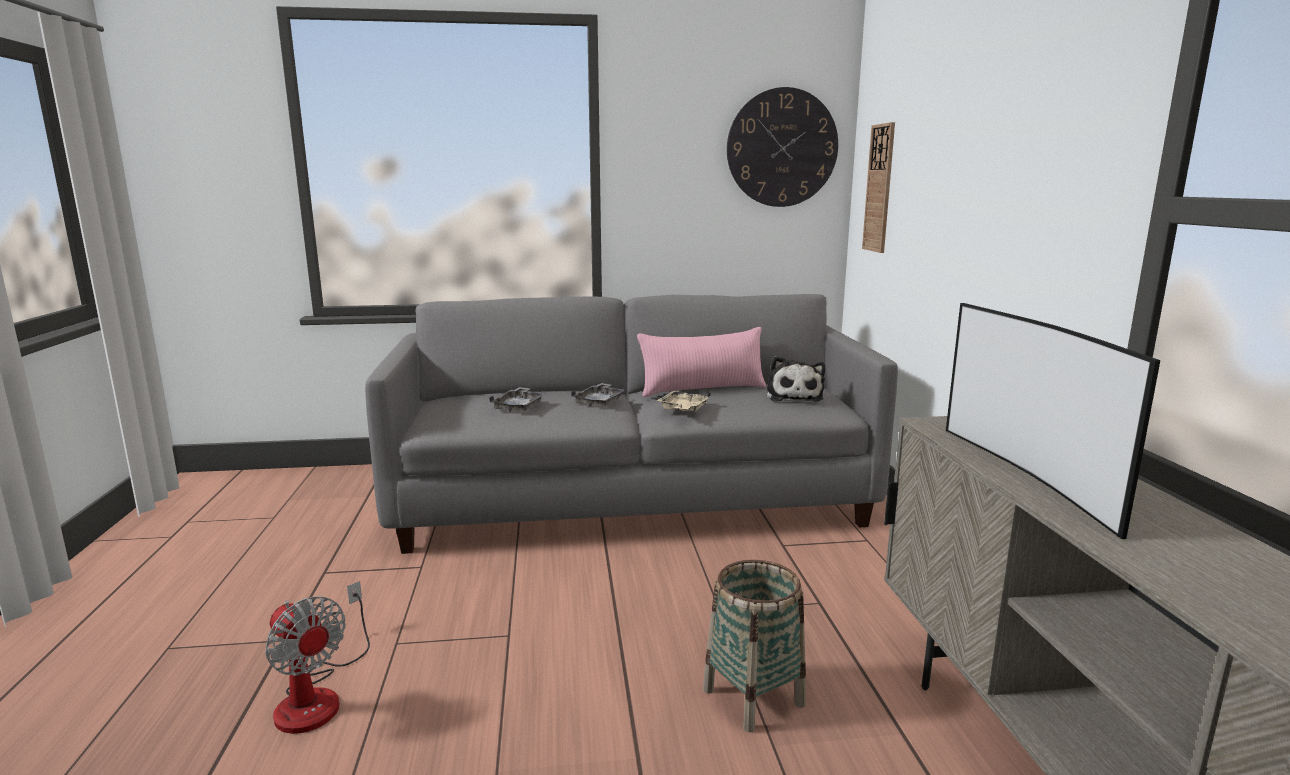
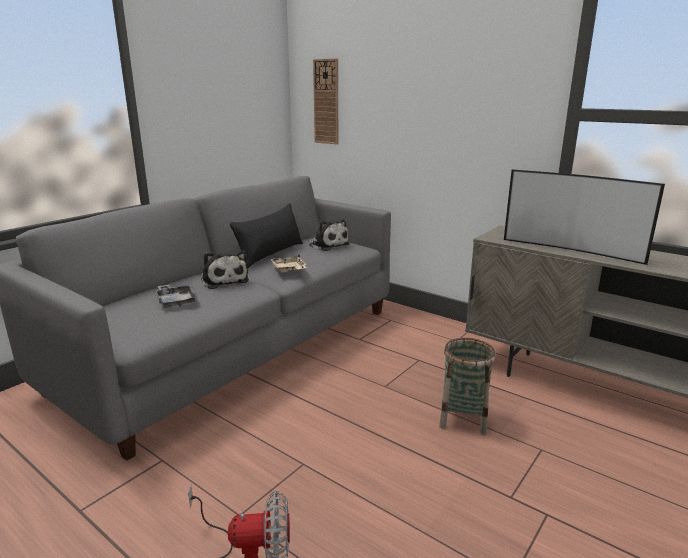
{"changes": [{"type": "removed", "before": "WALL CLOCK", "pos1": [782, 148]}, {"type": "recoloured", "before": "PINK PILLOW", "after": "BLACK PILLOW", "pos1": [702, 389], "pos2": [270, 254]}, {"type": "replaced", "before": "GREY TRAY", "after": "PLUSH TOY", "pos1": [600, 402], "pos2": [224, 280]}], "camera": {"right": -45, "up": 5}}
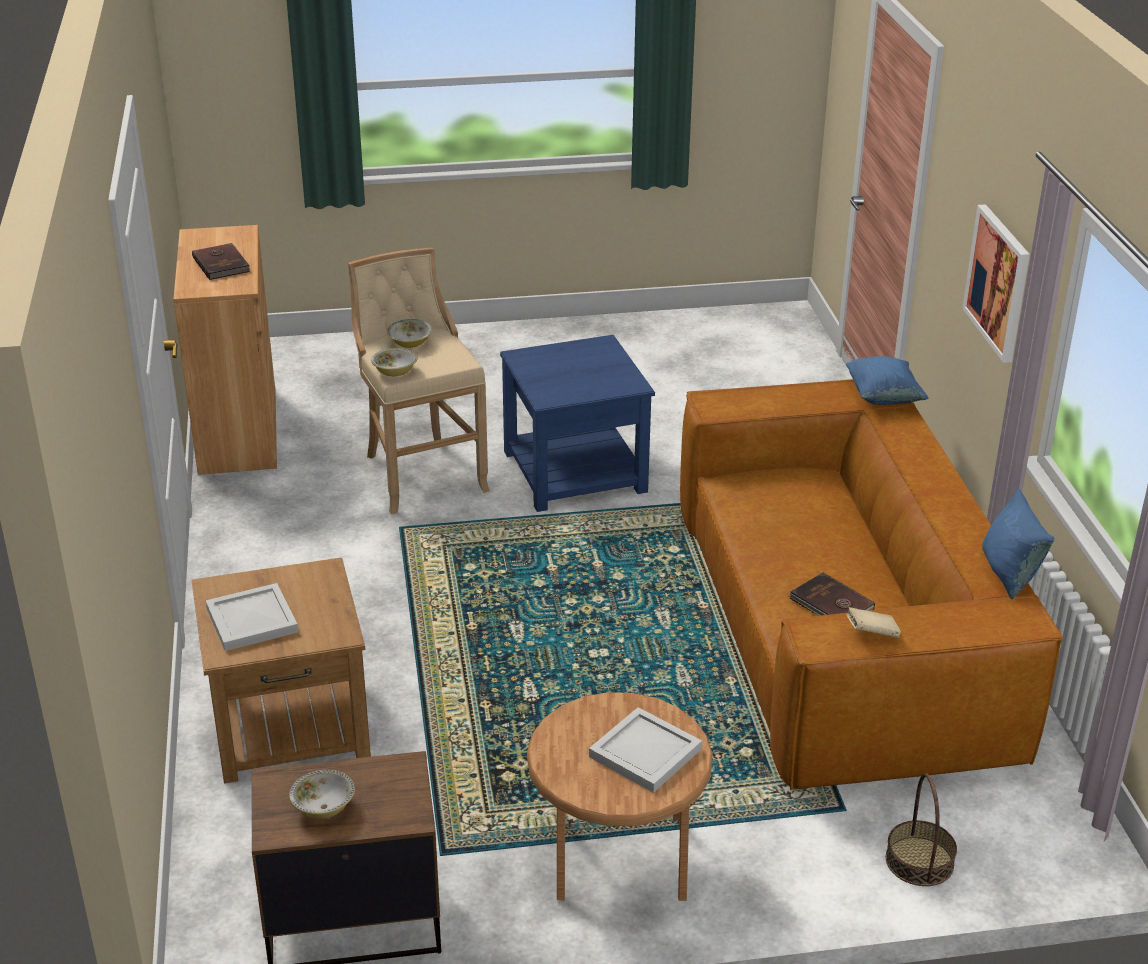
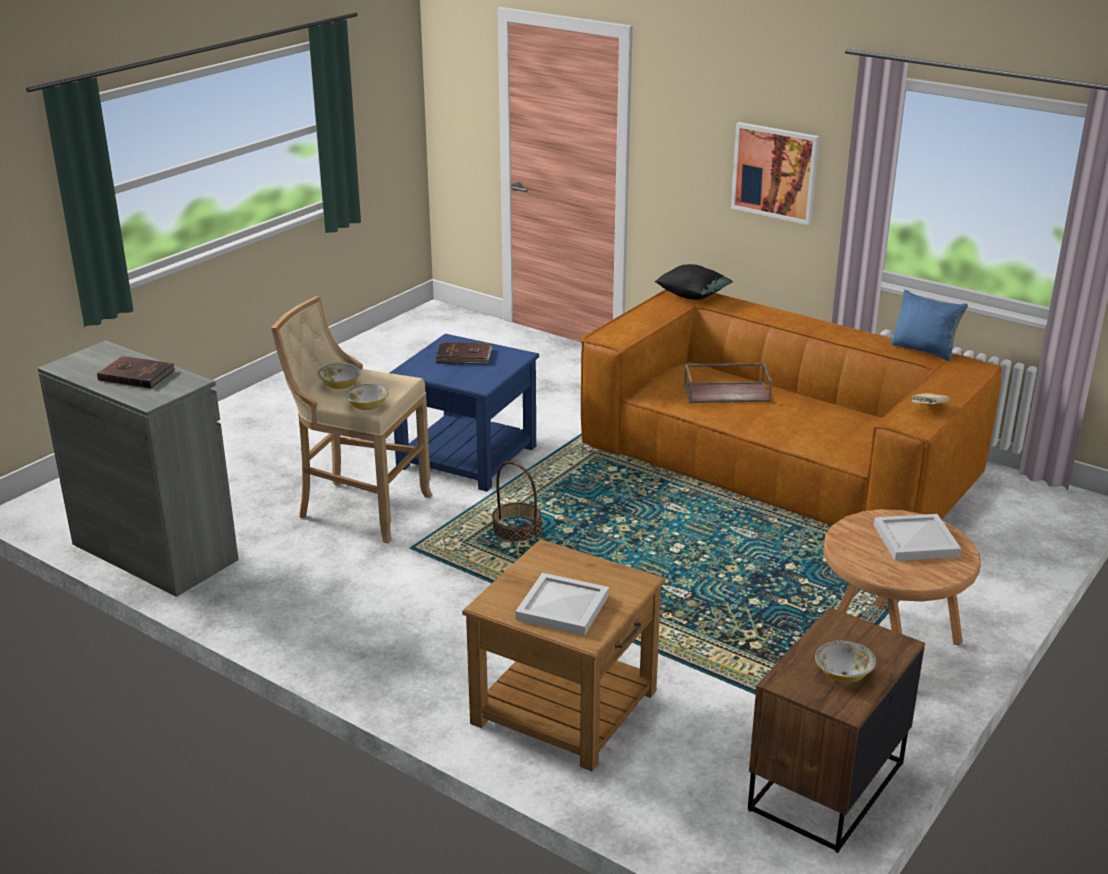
{"changes": [{"type": "recoloured", "before": "BROWN CABINET", "after": "GREY CABINET", "pos1": [238, 431], "pos2": [154, 552]}, {"type": "recoloured", "before": "BLUE PILLOW", "after": "BLACK PILLOW", "pos1": [883, 397], "pos2": [692, 295]}, {"type": "moved", "before": "BROWN BOOK", "pos1": [831, 605], "pos2": [464, 356]}, {"type": "moved", "before": "BASKET", "pos1": [919, 861], "pos2": [516, 529]}, {"type": "added", "after": "BROWN TRAY", "pos2": [727, 392]}], "camera": {"right": -45, "up": -5}}
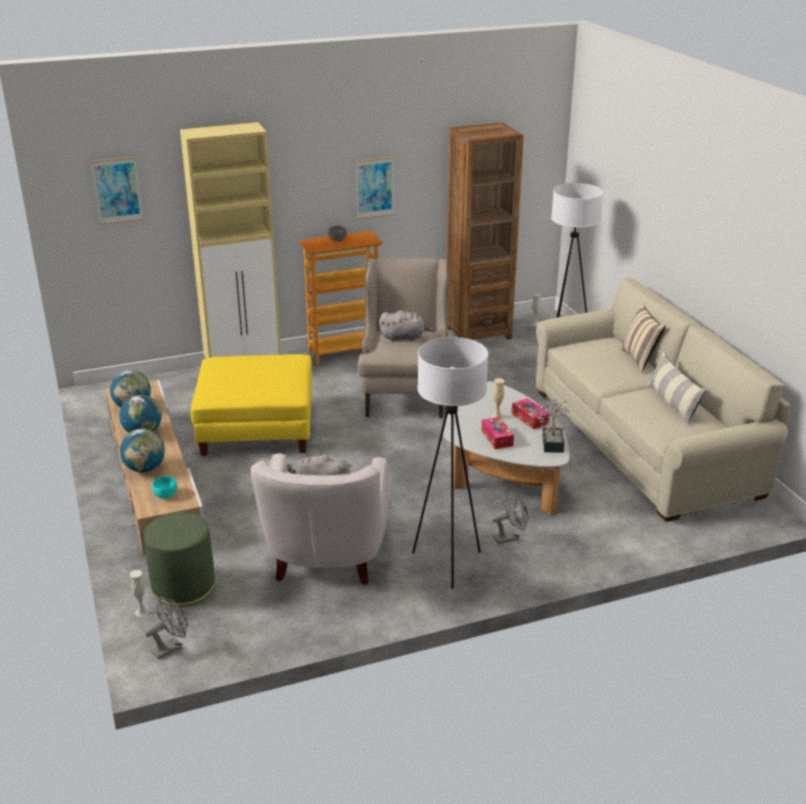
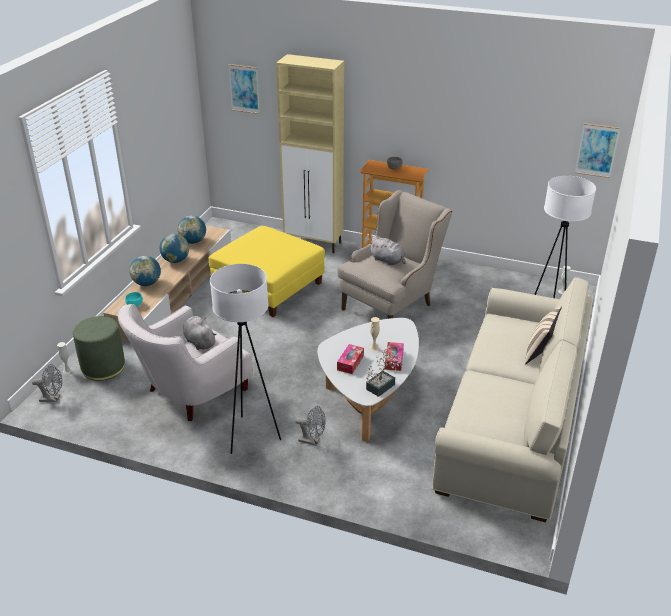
{"changes": [{"type": "removed", "before": "BROWN BOOKCASE", "pos1": [478, 333]}, {"type": "moved", "before": "PICTURE", "pos1": [374, 188], "pos2": [597, 150]}, {"type": "removed", "before": "PILLOW", "pos1": [672, 403]}], "camera": {"right": 40, "up": 5}}
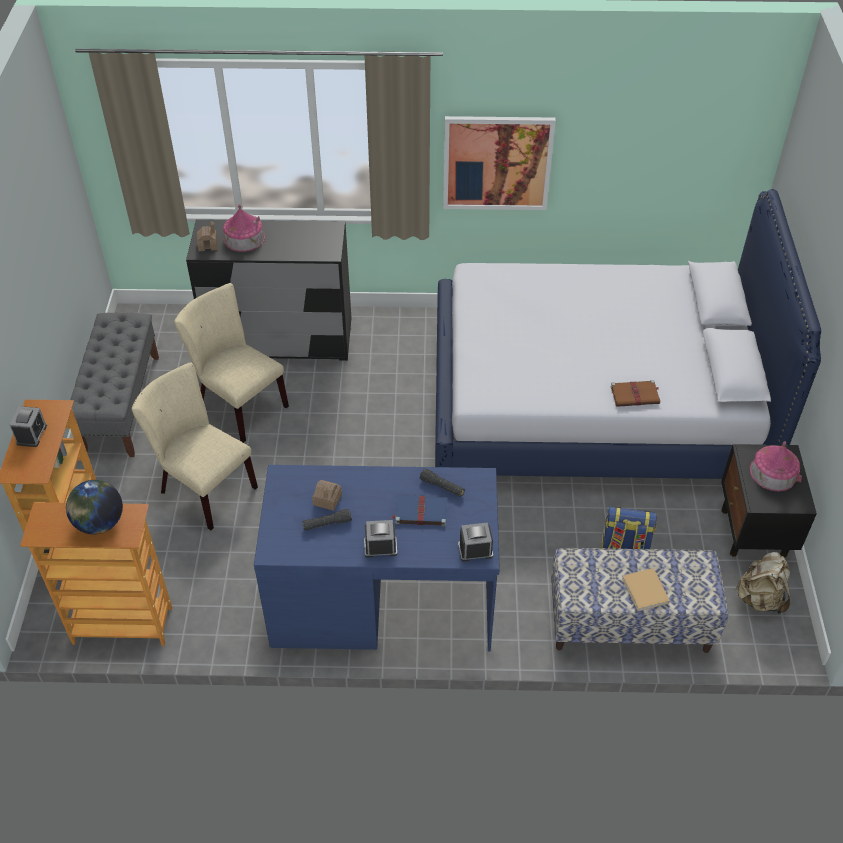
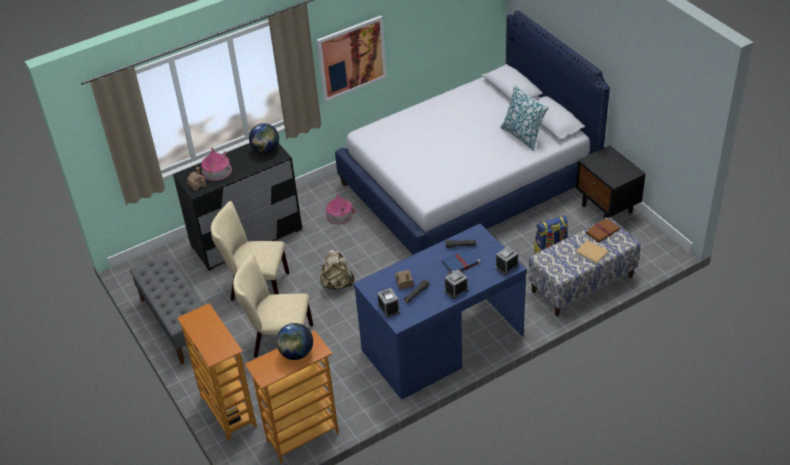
{"changes": [{"type": "moved", "before": "BROWN BOOK", "pos1": [635, 395], "pos2": [602, 231]}, {"type": "moved", "before": "ALARM CLOCK", "pos1": [31, 434], "pos2": [388, 308]}, {"type": "moved", "before": "TOY HOUSE", "pos1": [773, 472], "pos2": [339, 214]}, {"type": "moved", "before": "BEIGE BACKPACK", "pos1": [760, 598], "pos2": [337, 284]}, {"type": "added", "after": "PILLOW", "pos2": [523, 135]}, {"type": "added", "after": "GLOBE", "pos2": [266, 150]}], "camera": {"right": -30, "up": -5}}
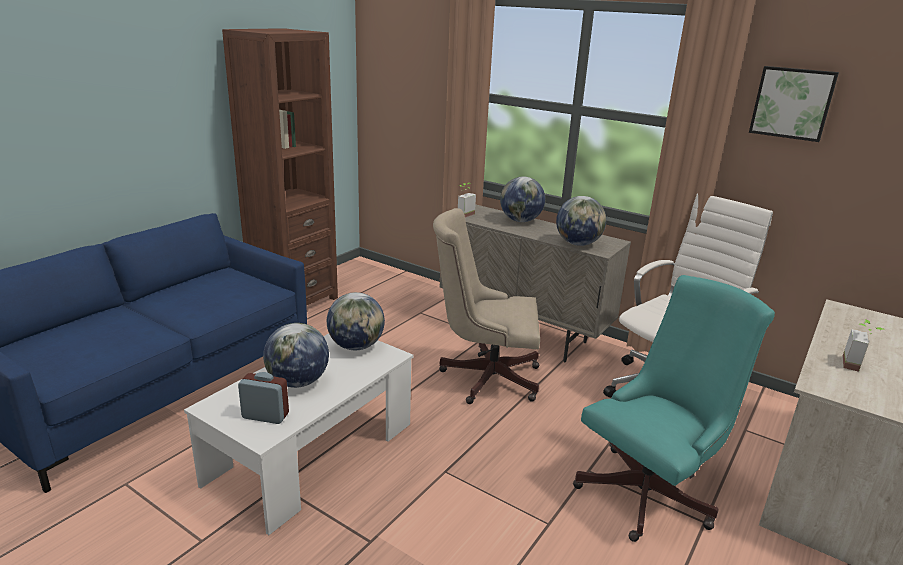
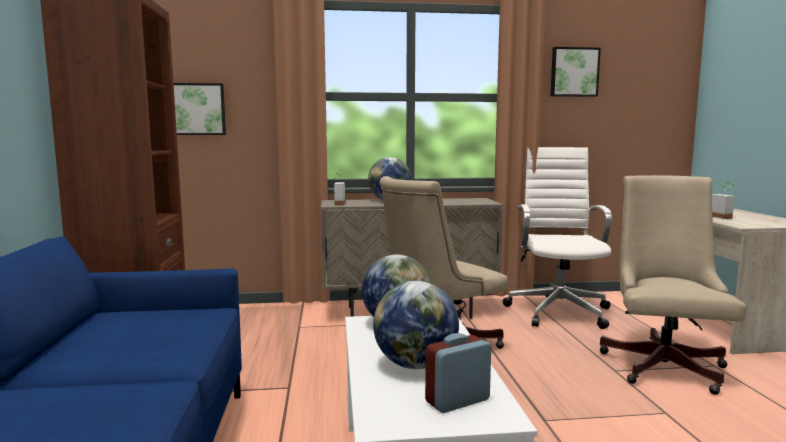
{"changes": [{"type": "removed", "before": "GLOBE", "pos1": [578, 244]}, {"type": "recoloured", "before": "TURQUOISE OFFICE CHAIR", "after": "BEIGE OFFICE CHAIR", "pos1": [651, 491], "pos2": [663, 364]}, {"type": "added", "after": "PICTURE", "pos2": [198, 109]}], "camera": {"right": -40, "up": -15}}
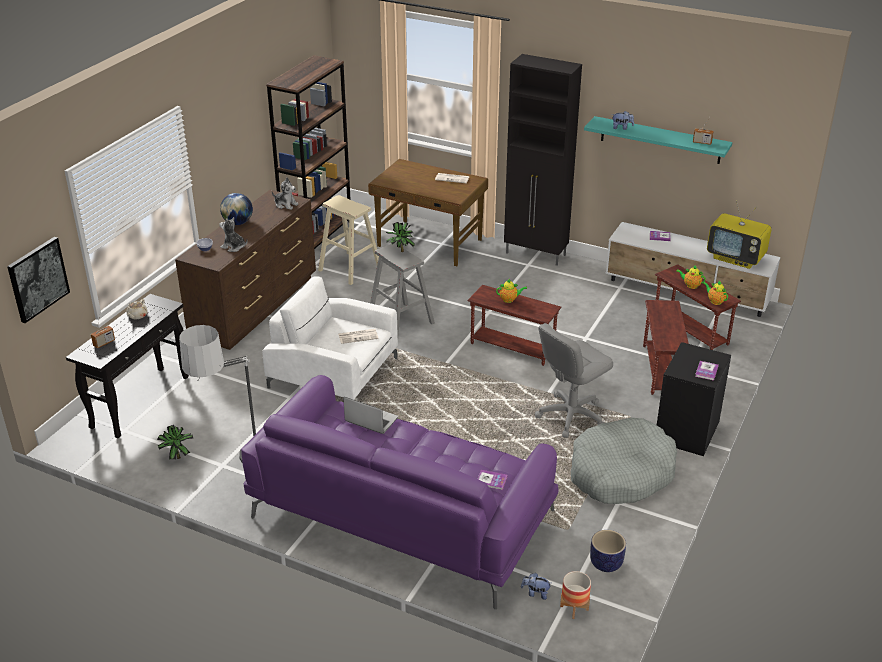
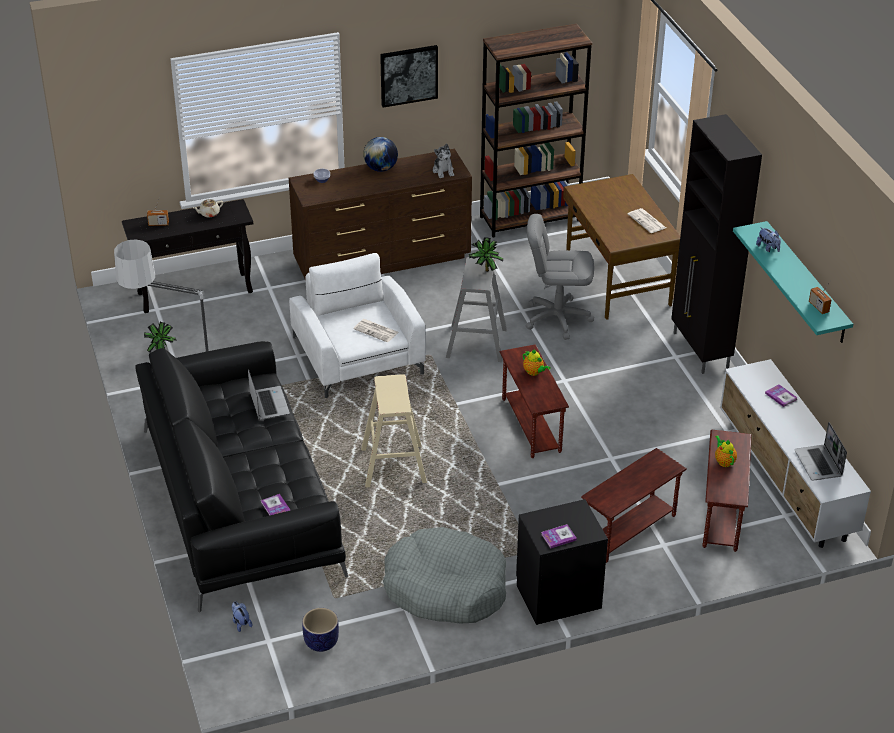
{"changes": [{"type": "moved", "before": "BEIGE STOOL", "pos1": [350, 268], "pos2": [393, 466]}, {"type": "replaced", "before": "TELEVISION", "after": "LAPTOP", "pos1": [736, 258], "pos2": [819, 464]}, {"type": "removed", "before": "PLUSH TOY", "pos1": [234, 247]}, {"type": "moved", "before": "PICTURE", "pos1": [38, 279], "pos2": [408, 75]}, {"type": "removed", "before": "TEAPOT", "pos1": [715, 301]}, {"type": "moved", "before": "GREY OFFICE CHAIR", "pos1": [571, 415], "pos2": [557, 318]}, {"type": "recoloured", "before": "PURPLE SOFA", "after": "BLACK SOFA", "pos1": [400, 514], "pos2": [240, 499]}, {"type": "removed", "before": "PLANTER", "pos1": [574, 608]}], "camera": {"right": 45, "up": 5}}
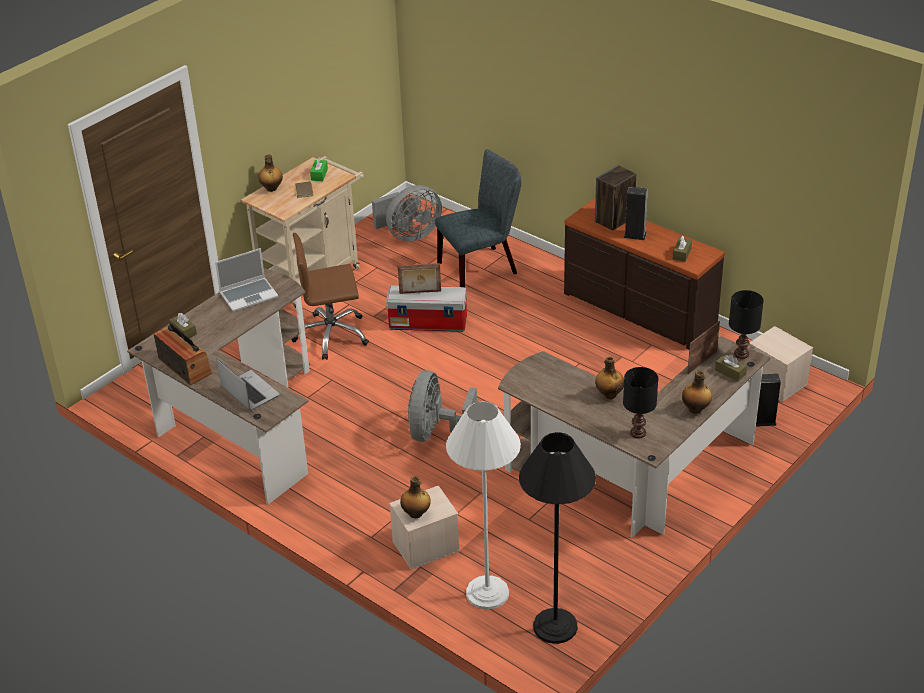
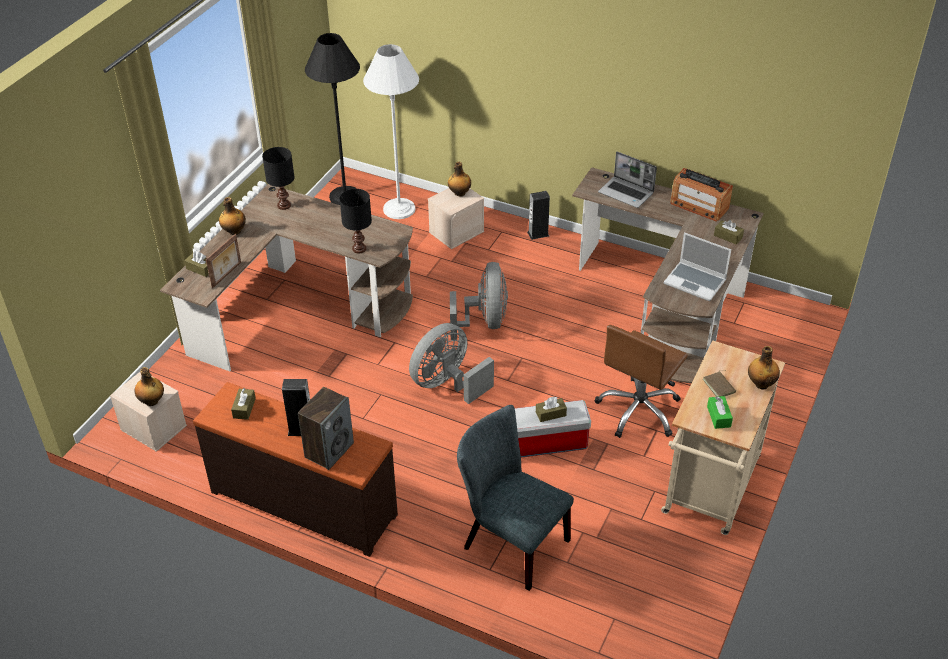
{"changes": [{"type": "turned", "before": "GREY CHAIR", "pos1": [482, 267], "pos2": [510, 542], "turn": 75}, {"type": "moved", "before": "GREY FAN", "pos1": [409, 235], "pos2": [447, 384]}, {"type": "turned", "before": "BROWN OFFICE CHAIR", "pos1": [331, 335], "pos2": [639, 410], "turn": 150}, {"type": "turned", "before": "LAPTOP", "pos1": [249, 295], "pos2": [695, 282], "turn": -105}, {"type": "replaced", "before": "PICTURE FRAME", "after": "BROWN TISSUE BOX", "pos1": [420, 292], "pos2": [550, 414]}, {"type": "moved", "before": "BLACK TABLE LAMP", "pos1": [741, 354], "pos2": [359, 249]}, {"type": "moved", "before": "BOTTLE", "pos1": [609, 394], "pos2": [152, 401]}, {"type": "moved", "before": "SPEAKER", "pos1": [764, 421], "pos2": [538, 234]}], "camera": {"right": 165, "up": 5}}
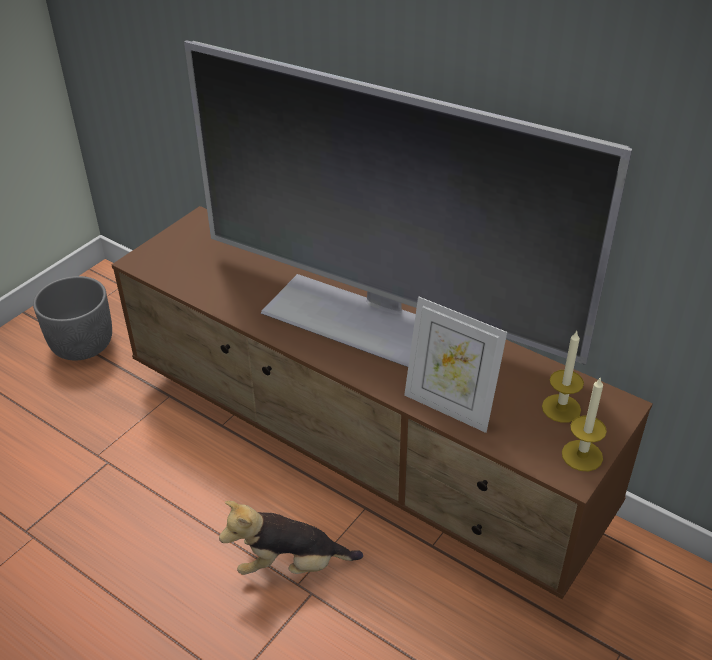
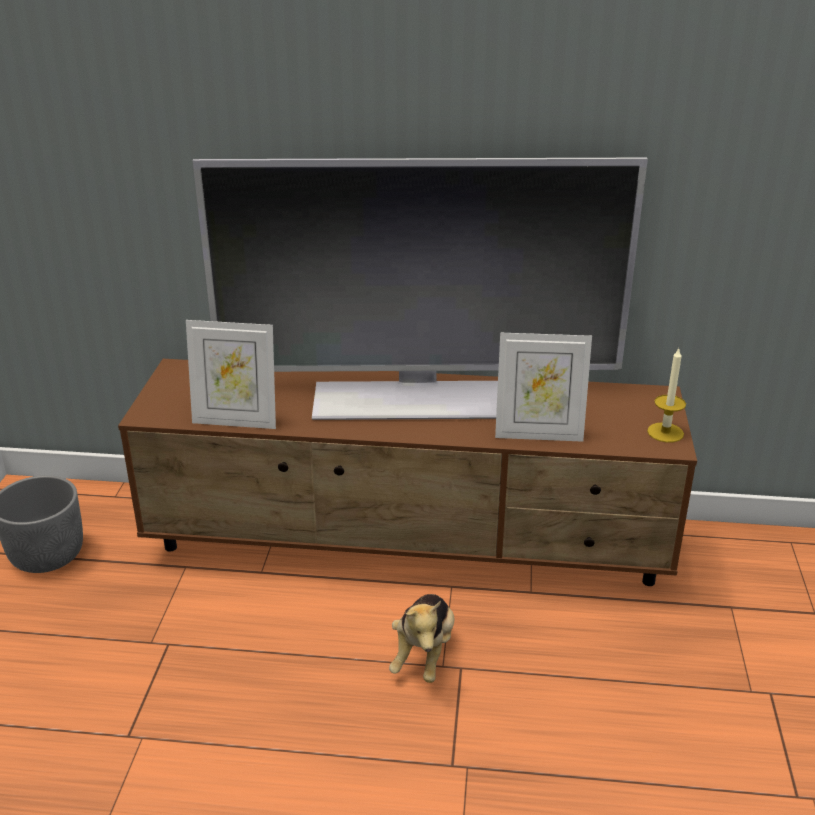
{"changes": [{"type": "removed", "before": "CANDLE", "pos1": [561, 408]}, {"type": "turned", "before": "PLUSH TOY", "pos1": [291, 565], "pos2": [424, 654], "turn": -45}, {"type": "added", "after": "PICTURE FRAME", "pos2": [236, 421]}], "camera": {"right": -30, "up": -10}}
